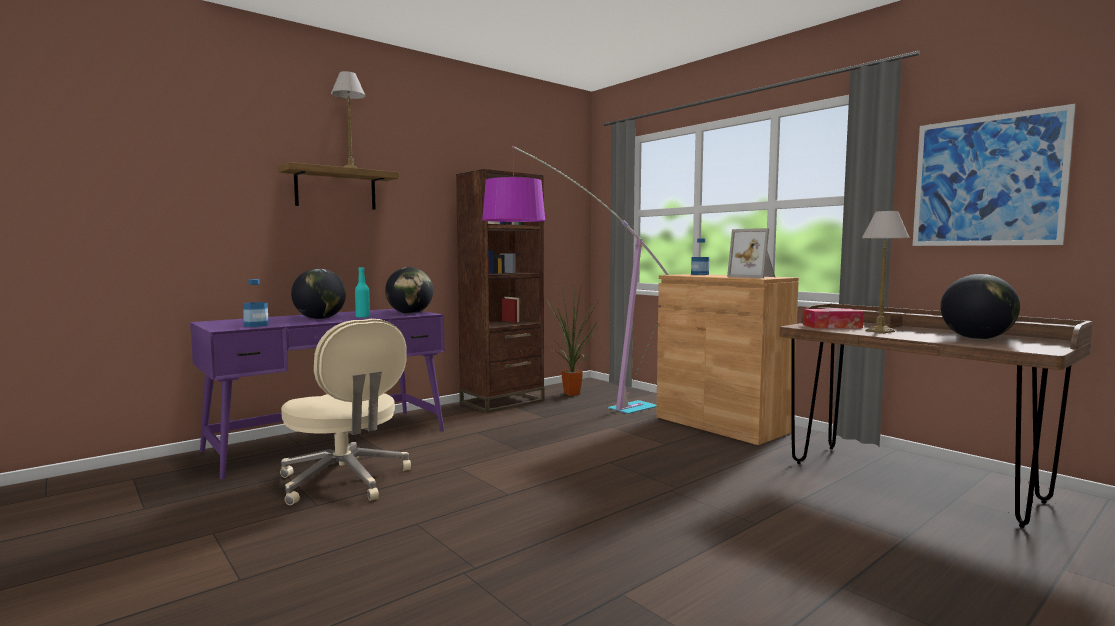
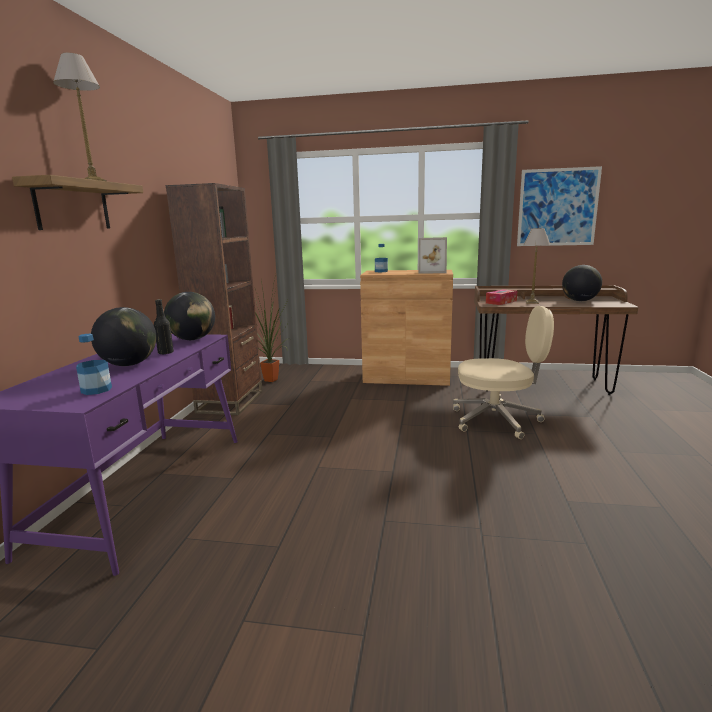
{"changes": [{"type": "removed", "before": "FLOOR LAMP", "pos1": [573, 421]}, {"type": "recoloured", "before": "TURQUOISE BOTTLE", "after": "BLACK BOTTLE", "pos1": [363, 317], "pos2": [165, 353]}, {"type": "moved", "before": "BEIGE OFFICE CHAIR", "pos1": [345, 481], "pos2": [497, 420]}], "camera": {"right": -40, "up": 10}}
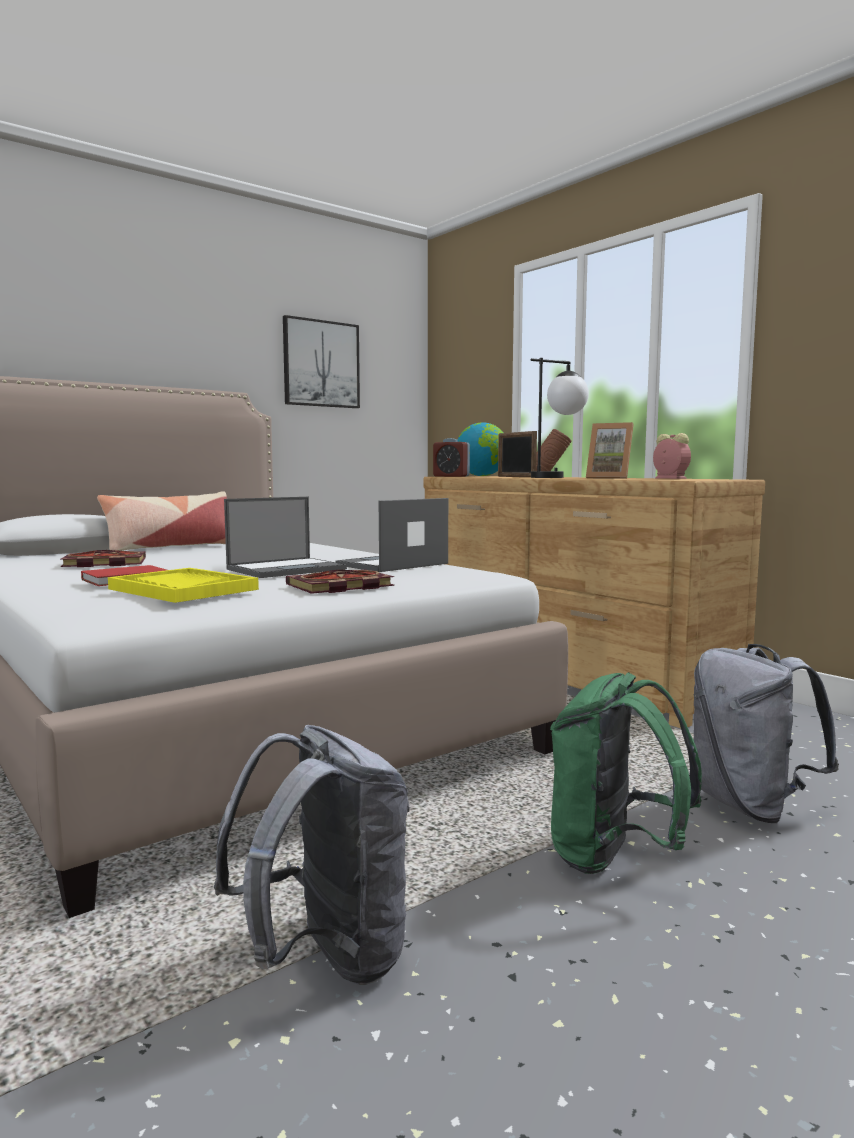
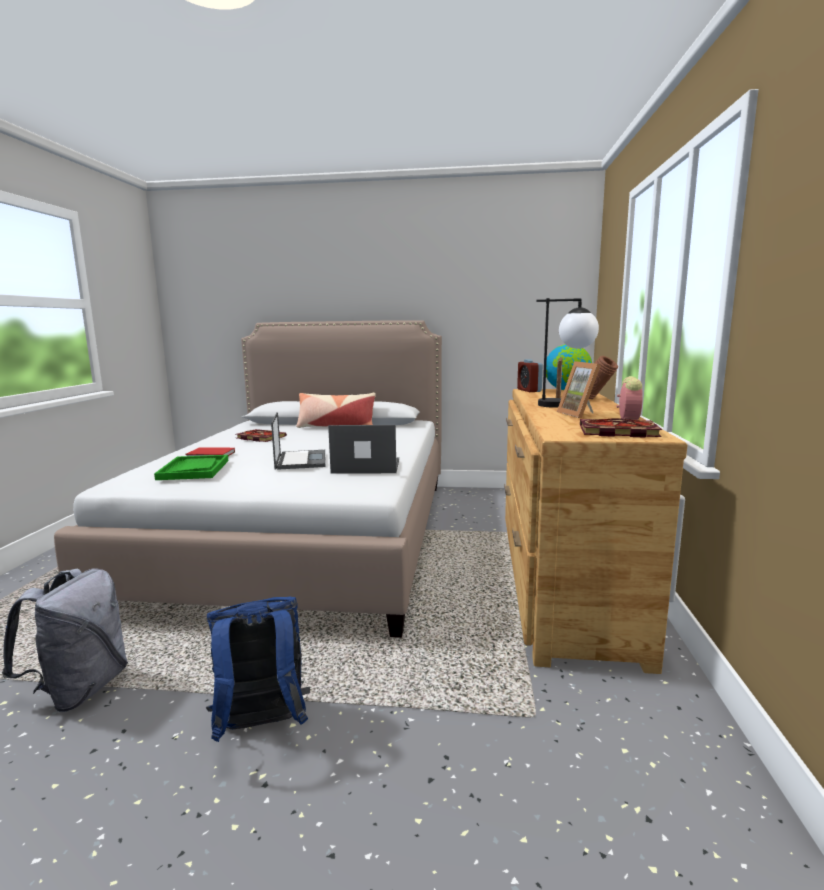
{"changes": [{"type": "removed", "before": "PICTURE", "pos1": [321, 364]}, {"type": "turned", "before": "LAPTOP", "pos1": [287, 569], "pos2": [300, 460], "turn": -105}, {"type": "recoloured", "before": "YELLOW TRAY", "after": "GREEN TRAY", "pos1": [182, 589], "pos2": [194, 469]}, {"type": "moved", "before": "BOOK", "pos1": [338, 586], "pos2": [616, 432]}, {"type": "removed", "before": "GREY BACKPACK", "pos1": [750, 806]}, {"type": "recoloured", "before": "GREEN BACKPACK", "after": "BLUE BACKPACK", "pos1": [614, 858], "pos2": [262, 727]}], "camera": {"right": 45, "up": 5}}
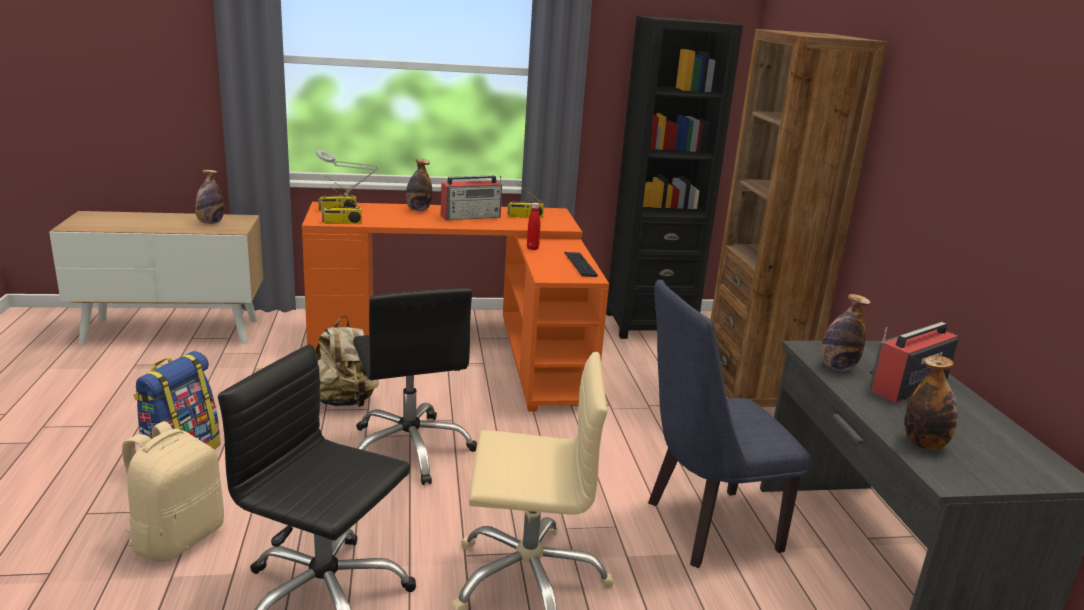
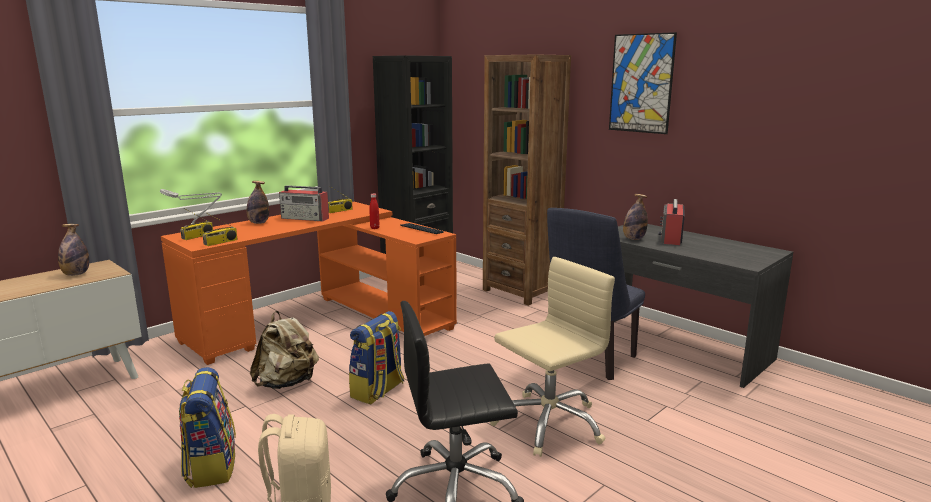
{"changes": [{"type": "turned", "before": "RADIO", "pos1": [471, 216], "pos2": [305, 218], "turn": 75}, {"type": "replaced", "before": "BLACK OFFICE CHAIR", "after": "BACKPACK", "pos1": [410, 449], "pos2": [378, 391]}, {"type": "removed", "before": "BOTTLE", "pos1": [924, 444]}, {"type": "added", "after": "PICTURE", "pos2": [641, 83]}], "camera": {"right": -35, "up": -5}}
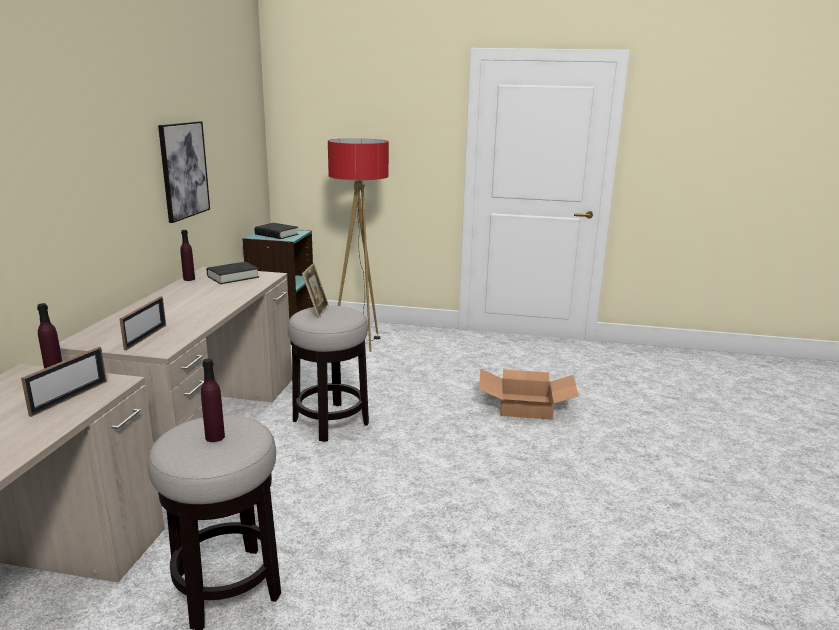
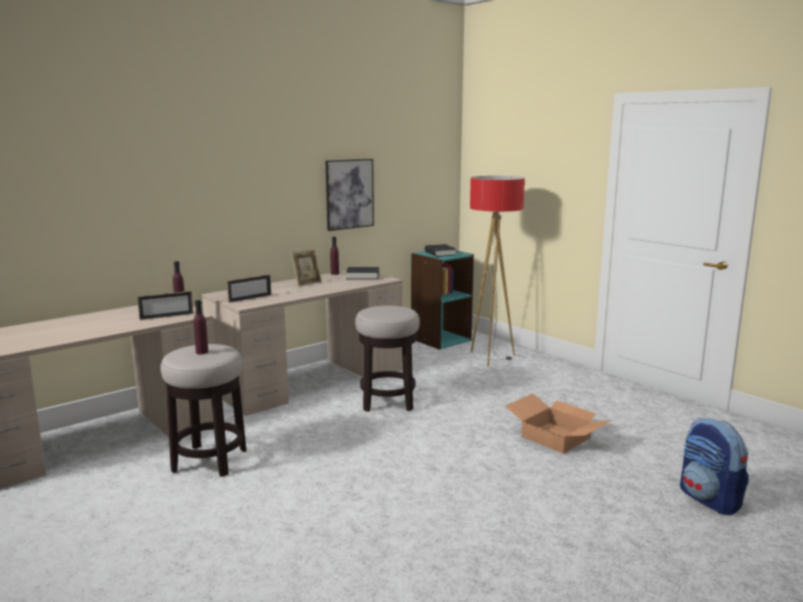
{"changes": [{"type": "moved", "before": "PICTURE FRAME", "pos1": [316, 311], "pos2": [307, 283]}, {"type": "added", "after": "BACKPACK", "pos2": [710, 500]}], "camera": {"right": 40, "up": -5}}
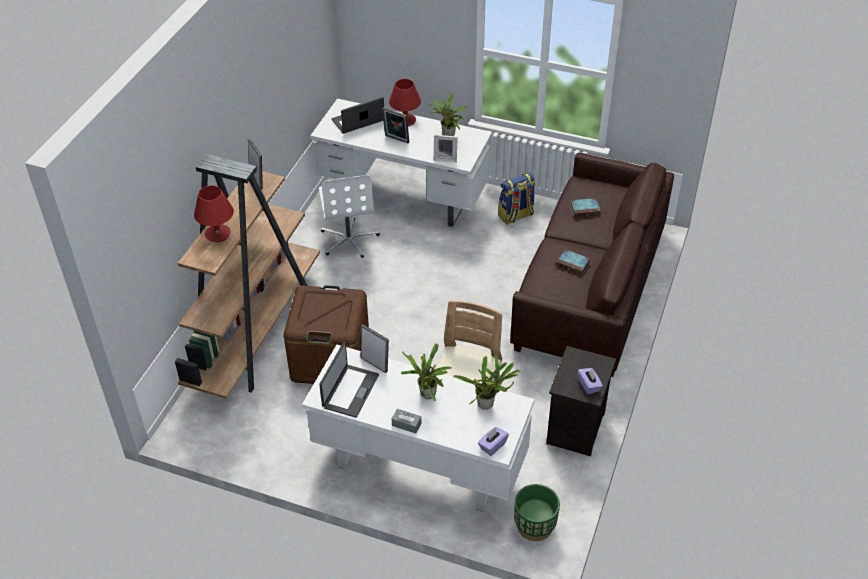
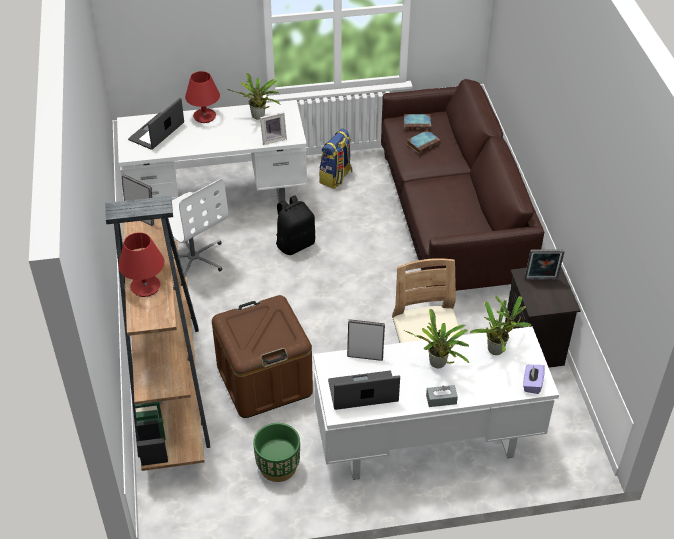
{"changes": [{"type": "moved", "before": "PICTURE FRAME", "pos1": [396, 140], "pos2": [541, 280]}, {"type": "moved", "before": "BOOK", "pos1": [573, 264], "pos2": [418, 124]}, {"type": "turned", "before": "LAPTOP", "pos1": [350, 391], "pos2": [363, 392], "turn": -90}, {"type": "removed", "before": "PURPLE TISSUE BOX", "pos1": [589, 385]}, {"type": "moved", "before": "GREEN PLANTER", "pos1": [534, 526], "pos2": [278, 467]}, {"type": "added", "after": "BLACK BACKPACK", "pos2": [295, 244]}], "camera": {"right": -30, "up": 0}}
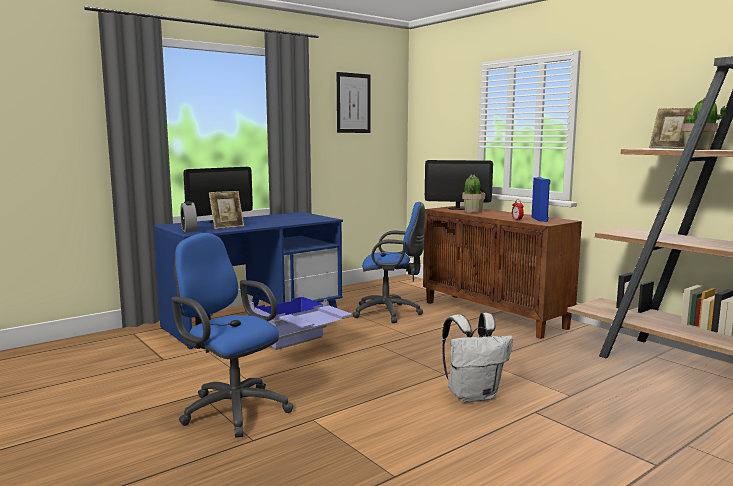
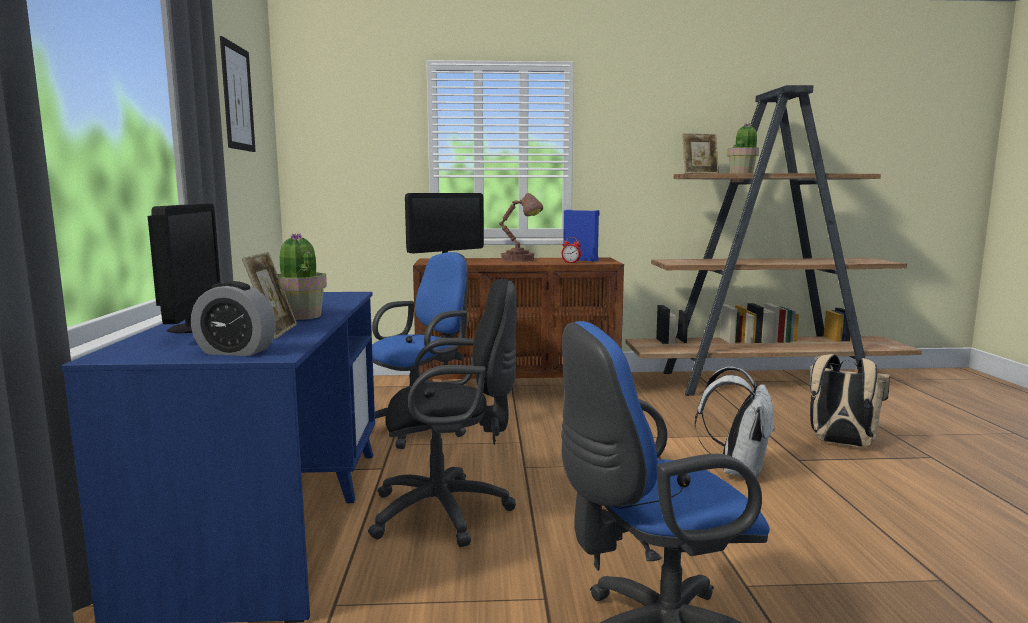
{"changes": [{"type": "moved", "before": "POTTED PLANT", "pos1": [472, 211], "pos2": [301, 316]}, {"type": "replaced", "before": "BLUE STORAGE BOX", "after": "BLACK OFFICE CHAIR", "pos1": [302, 344], "pos2": [448, 512]}, {"type": "added", "after": "BROWN TABLE LAMP", "pos2": [520, 260]}, {"type": "added", "after": "BEIGE BACKPACK", "pos2": [840, 444]}], "camera": {"right": -55, "up": 0}}
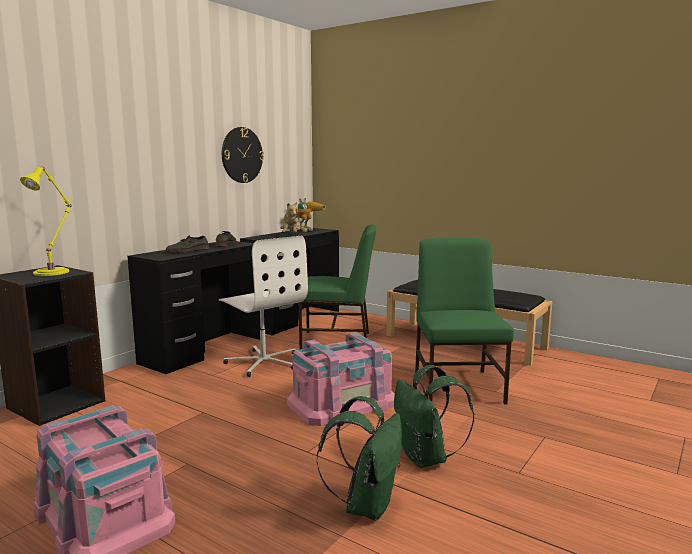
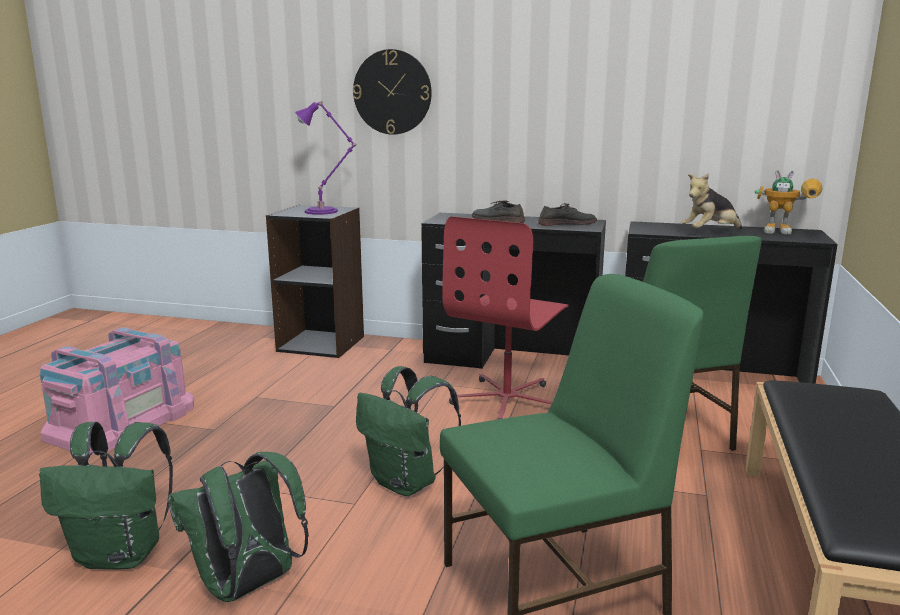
{"changes": [{"type": "moved", "before": "WALL CLOCK", "pos1": [242, 155], "pos2": [392, 92]}, {"type": "recoloured", "before": "YELLOW TABLE LAMP", "after": "PURPLE TABLE LAMP", "pos1": [53, 272], "pos2": [324, 211]}, {"type": "recoloured", "before": "WHITE OFFICE CHAIR", "after": "RED OFFICE CHAIR", "pos1": [263, 362], "pos2": [508, 401]}, {"type": "replaced", "before": "PINK STORAGE BOX", "after": "GREEN BACKPACK", "pos1": [342, 403], "pos2": [407, 483]}], "camera": {"right": 70, "up": 5}}
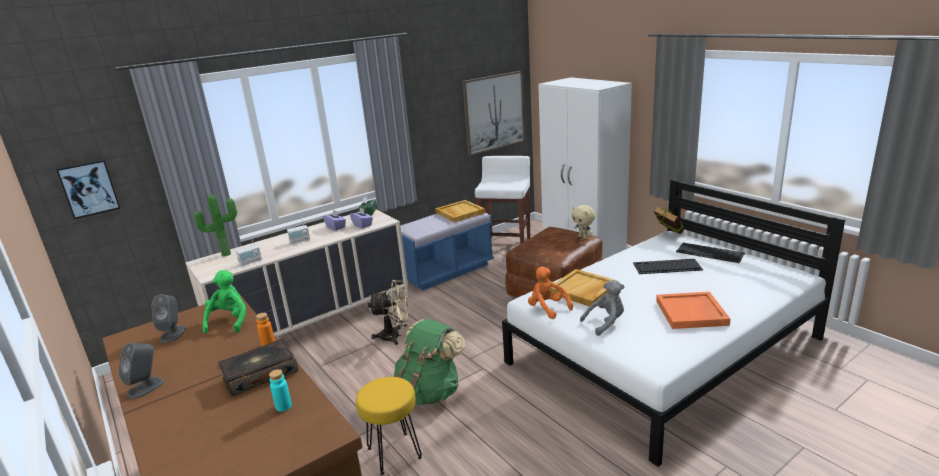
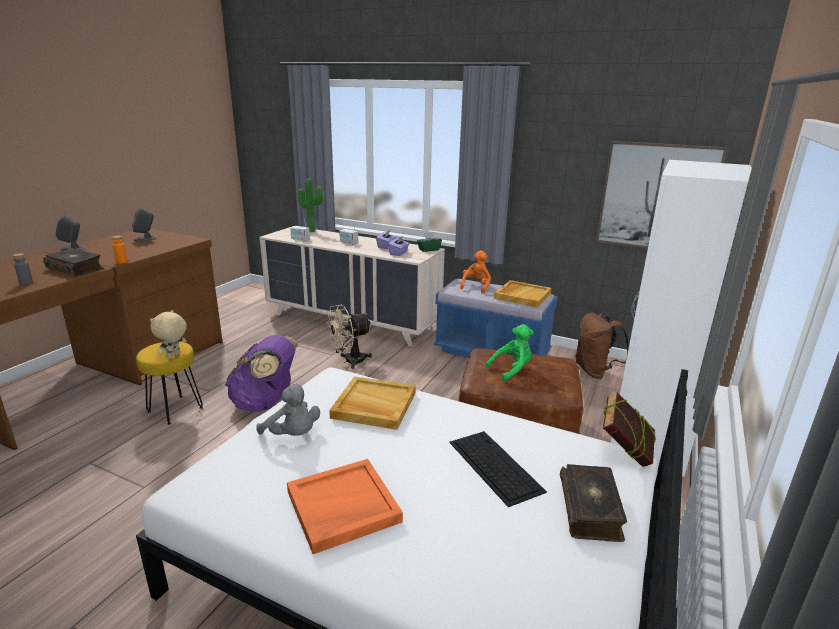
{"changes": [{"type": "replaced", "before": "WHITE STOOL", "after": "BROWN BACKPACK", "pos1": [506, 244], "pos2": [595, 372]}, {"type": "removed", "before": "PICTURE", "pos1": [89, 188]}, {"type": "moved", "before": "BEIGE PLUSH TOY", "pos1": [583, 237], "pos2": [174, 356]}, {"type": "replaced", "before": "KEYBOARD", "after": "BOOK", "pos1": [710, 252], "pos2": [590, 510]}, {"type": "moved", "before": "ORANGE PLUSH TOY", "pos1": [547, 308], "pos2": [476, 287]}, {"type": "moved", "before": "GREEN PLUSH TOY", "pos1": [229, 321], "pos2": [511, 370]}, {"type": "turned", "before": "BEIGE FAN", "pos1": [395, 336], "pos2": [349, 361], "turn": 90}, {"type": "recoloured", "before": "GREEN BACKPACK", "after": "PURPLE BACKPACK", "pos1": [430, 392], "pos2": [265, 403]}, {"type": "recoloured", "before": "TURQUOISE BOTTLE", "after": "GREY BOTTLE", "pos1": [283, 406], "pos2": [26, 283]}], "camera": {"right": 60, "up": 0}}
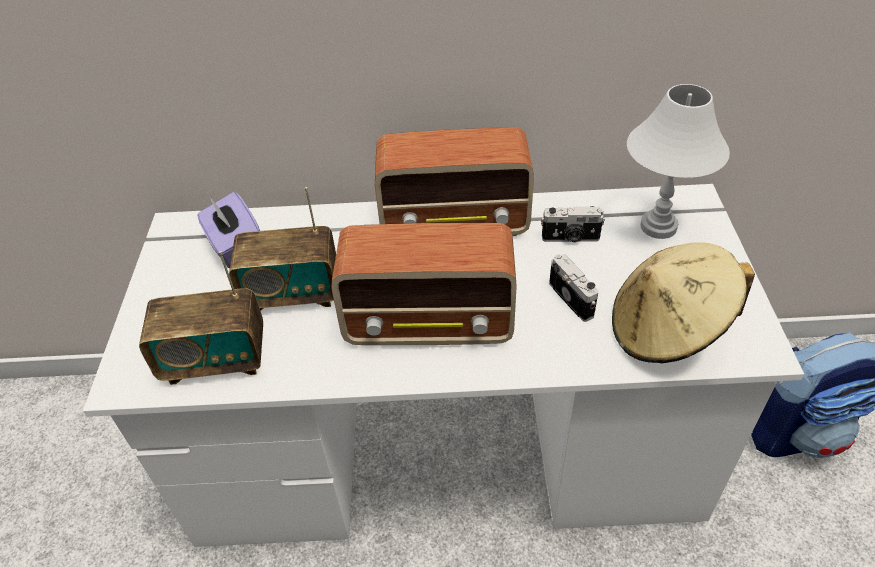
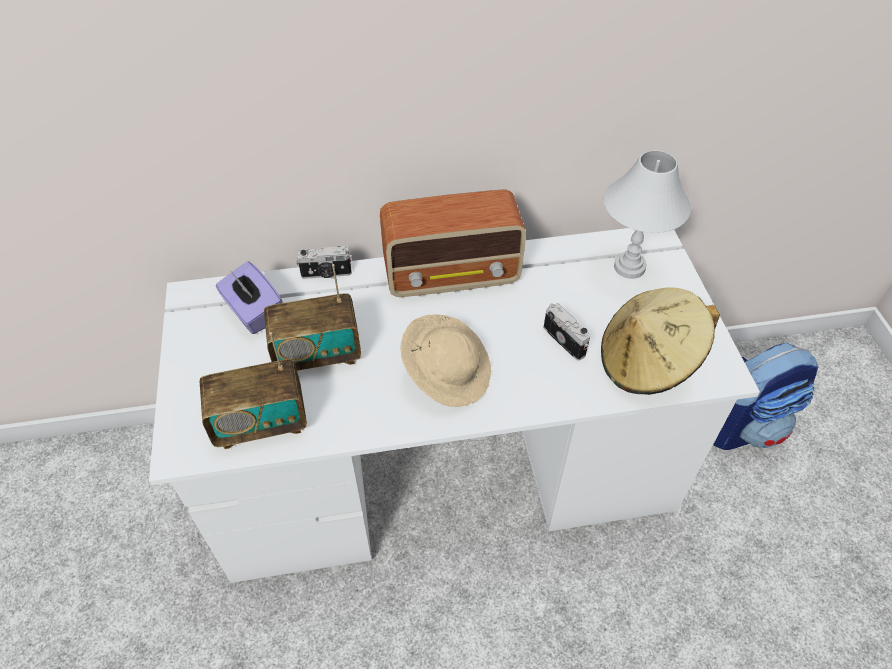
{"changes": [{"type": "moved", "before": "PHOTO CAMERA", "pos1": [570, 238], "pos2": [326, 274]}, {"type": "replaced", "before": "RADIO", "after": "BEIGE HAT", "pos1": [431, 324], "pos2": [447, 373]}], "camera": {"right": -10, "up": 5}}
